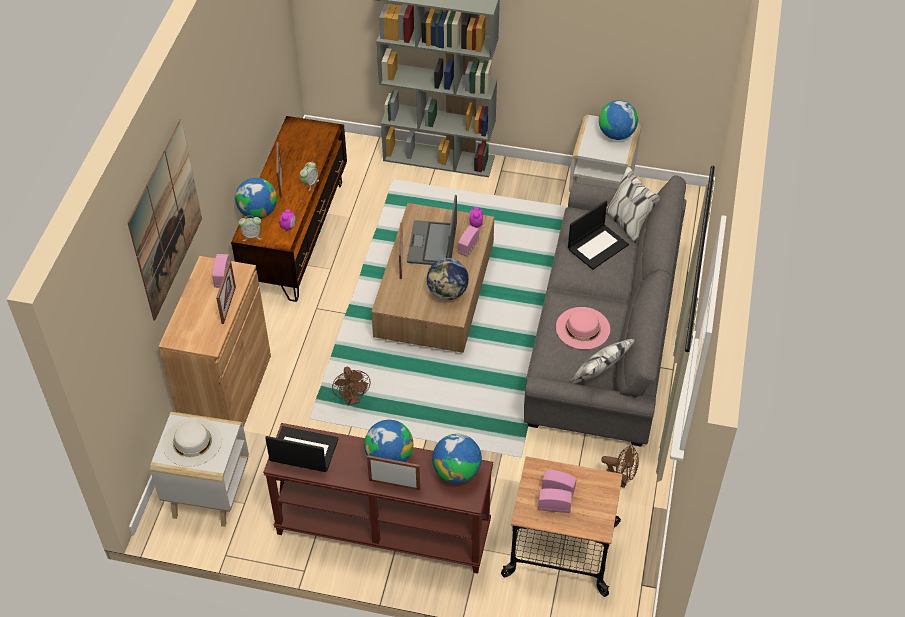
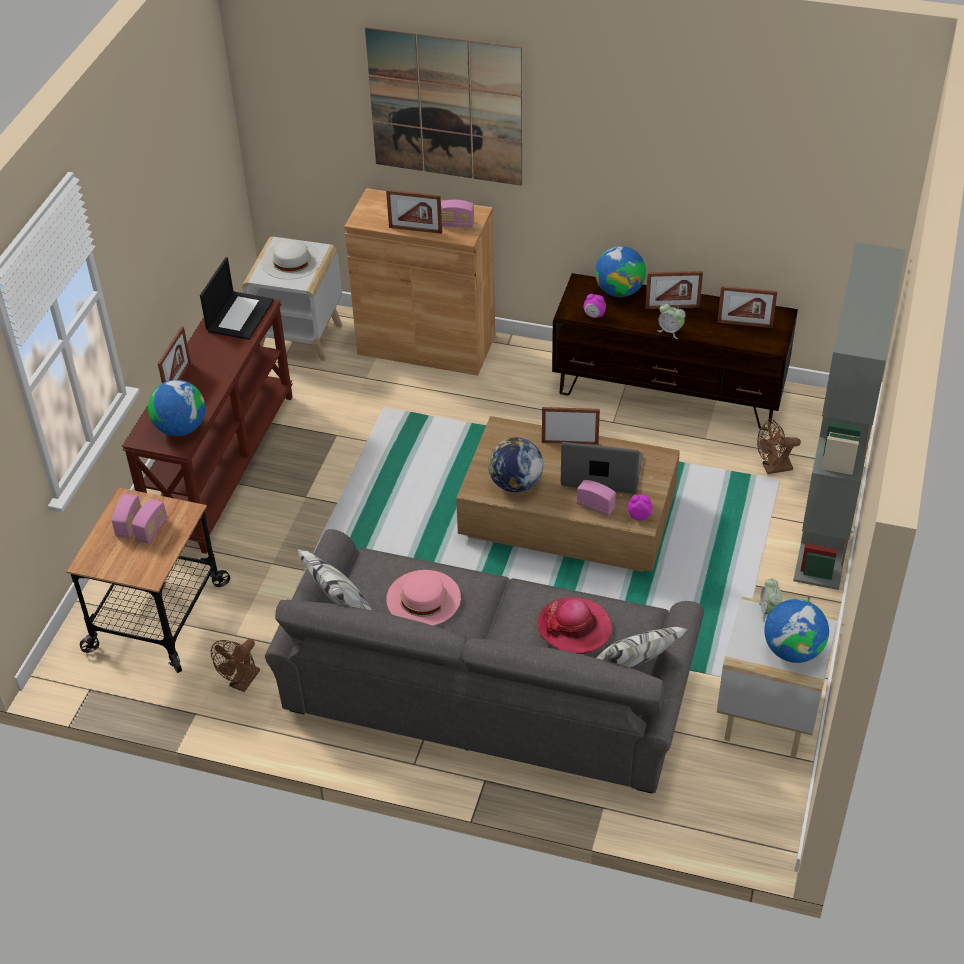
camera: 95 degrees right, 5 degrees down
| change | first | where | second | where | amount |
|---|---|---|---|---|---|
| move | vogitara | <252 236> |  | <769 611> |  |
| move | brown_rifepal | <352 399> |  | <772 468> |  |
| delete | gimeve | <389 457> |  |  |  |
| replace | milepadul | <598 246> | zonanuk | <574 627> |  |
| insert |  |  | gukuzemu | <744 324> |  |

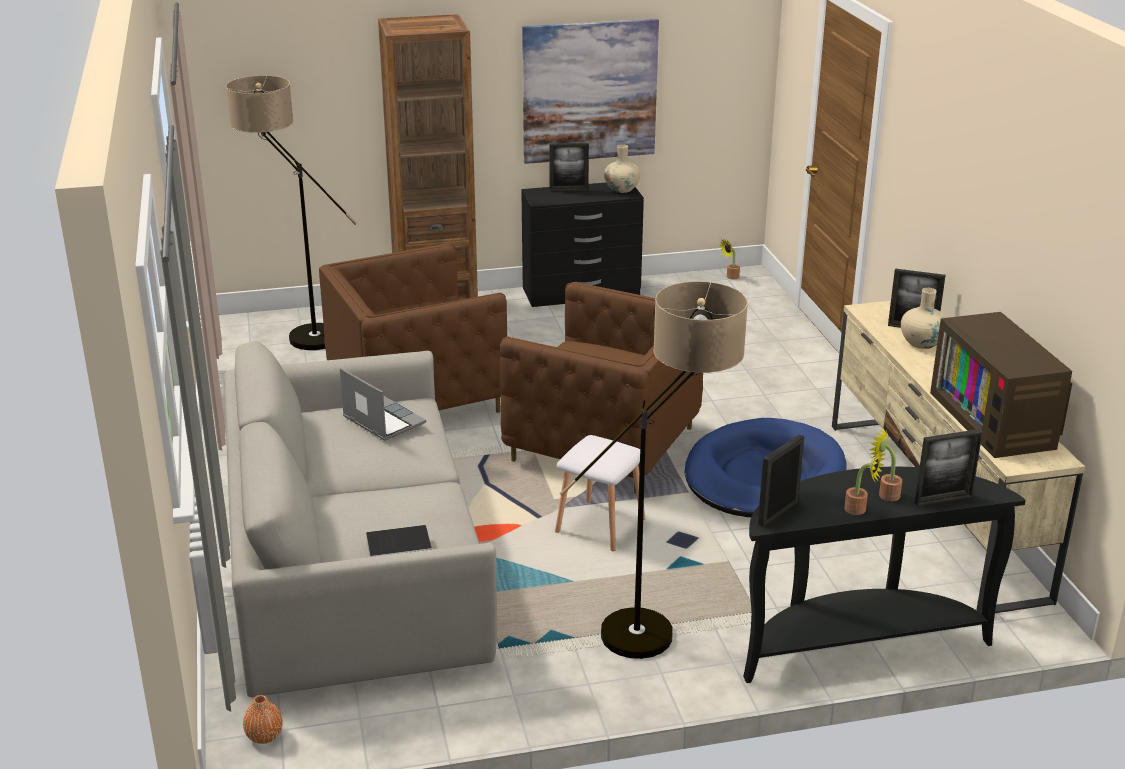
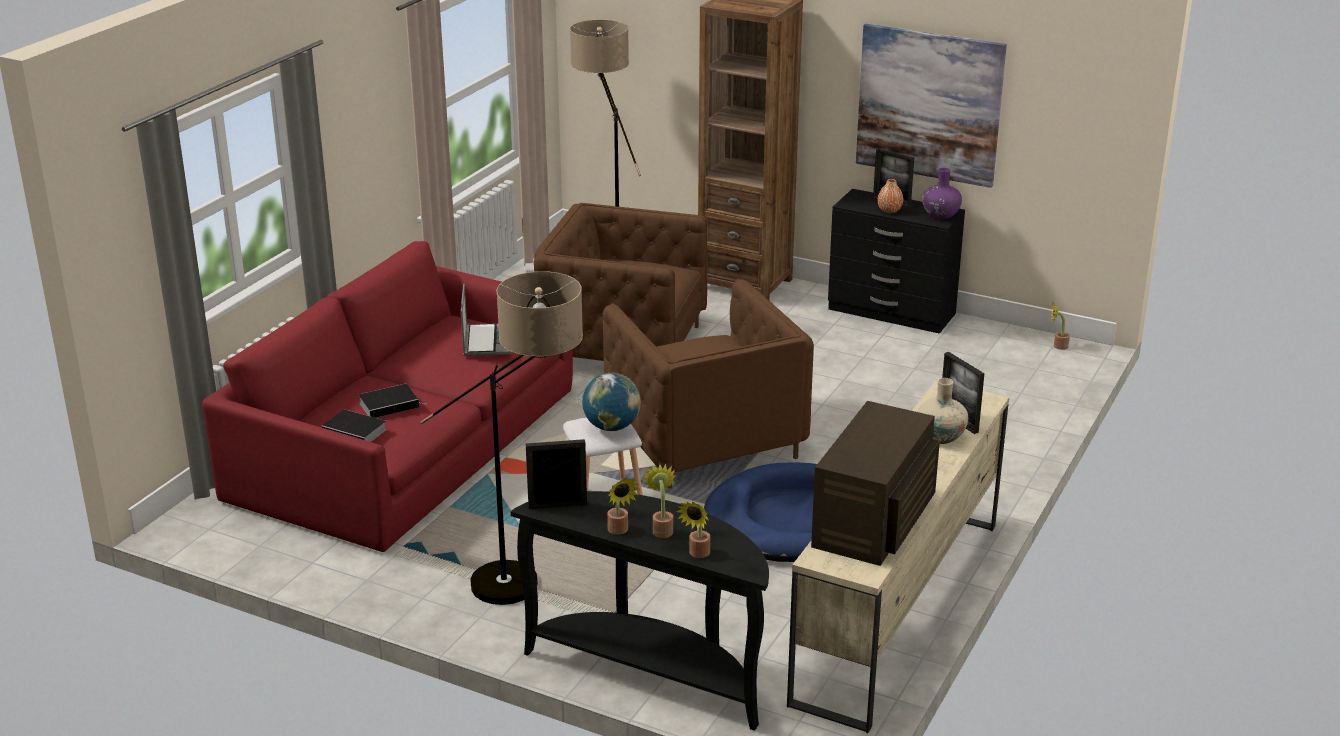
camera: 40 degrees right, 0 degrees up
| change | first | where | second | where | amount |
|---|---|---|---|---|---|
| recolor | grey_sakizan | <353 559> | red_sakizan | <405 444> |  |
| move | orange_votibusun | <264 736> |  | <889 210> |  |
| recolor | beige_votibusun | <621 189> | purple_votibusun | <940 215> |  |
| replace | gukuzemu | <943 500> | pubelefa | <697 554> |  |
| insert |  |  | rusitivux | <390 404> |  |
| insert |  |  | gimeve | <611 427> |  |

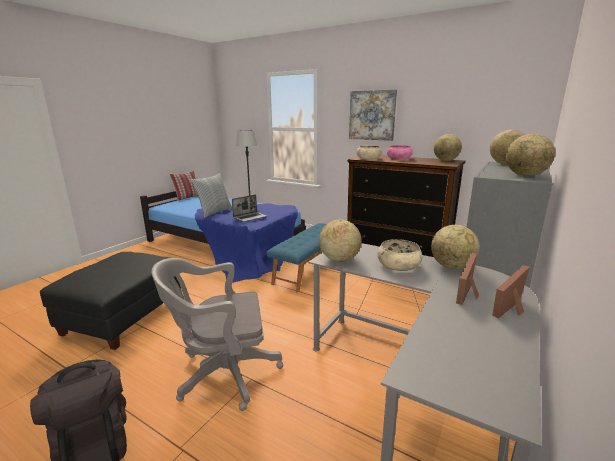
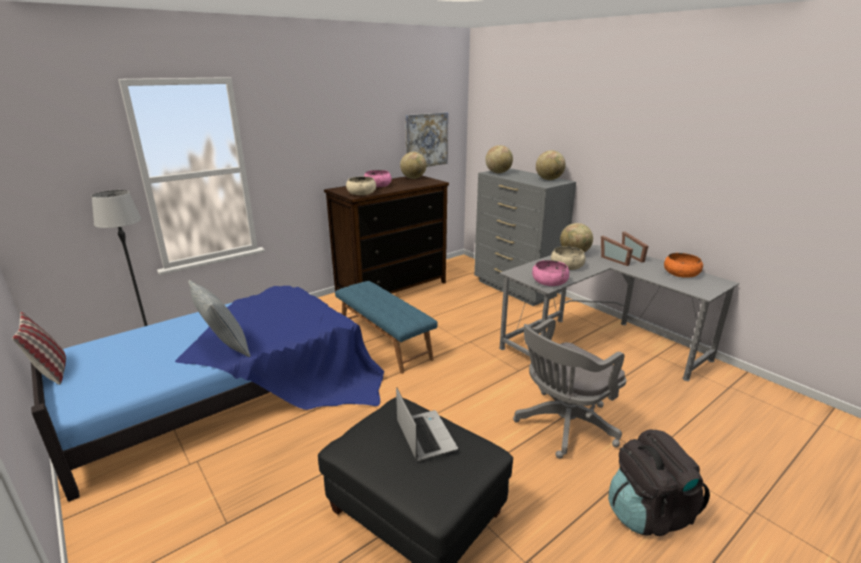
camera: 70 degrees left, 5 degrees up
| change | first | where | second | where | amount |
|---|---|---|---|---|---|
| rotate | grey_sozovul | <223 373> |  | <562 426> | 45 degrees clockwise |
| move | milepadul | <250 217> |  | <424 436> |  |
| replace | gimeve | <339 260> | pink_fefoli | <549 281> |  |
| move | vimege | <372 115> |  | <426 140> |  |
| insert |  |  | orange_fefoli | <681 273> |  |

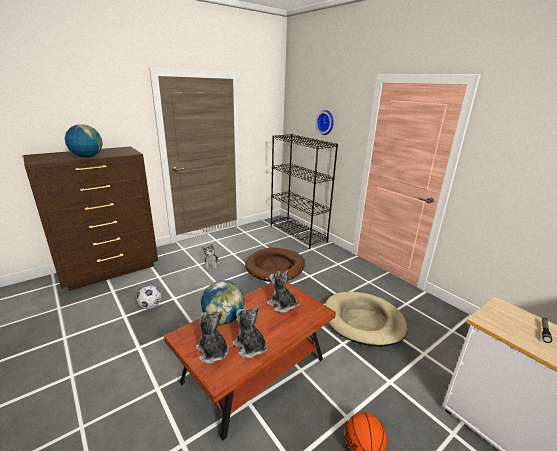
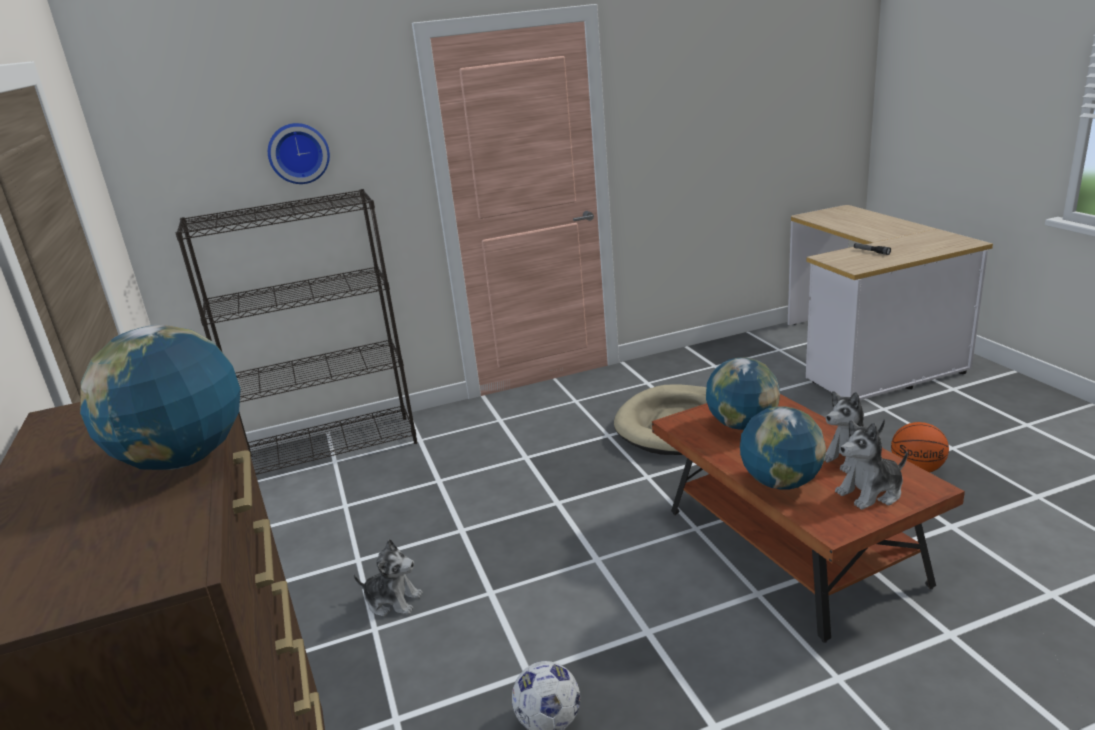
camera: 70 degrees left, 0 degrees up
| change | first | where | second | where | amount |
|---|---|---|---|---|---|
| delete | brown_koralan | <275 267> |  |  |  |
| replace | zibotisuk | <282 305> | gimeve | <742 425> |  |

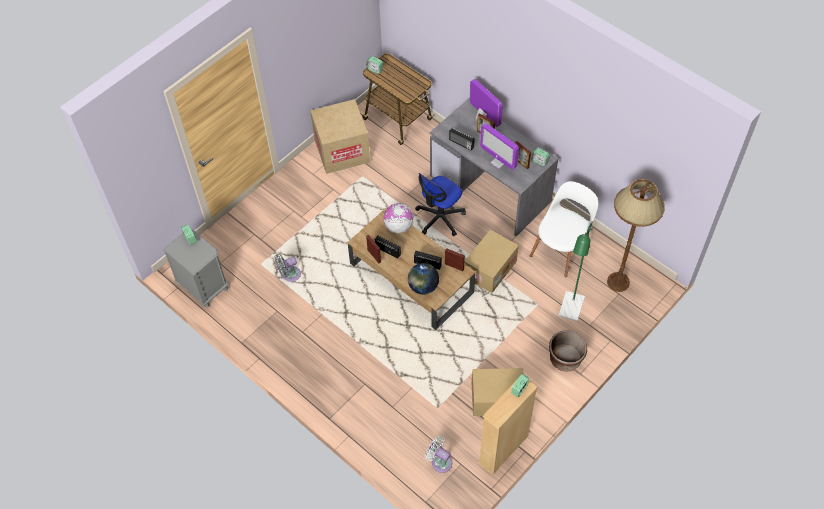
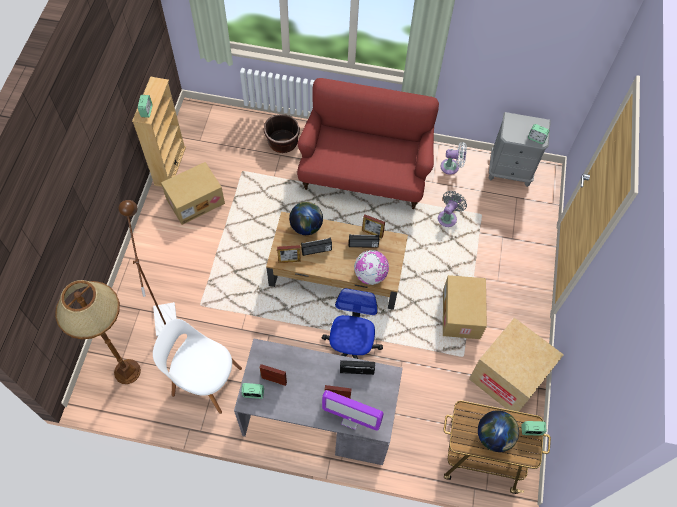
camera: 145 degrees right, 5 degrees up
| change | first | where | second | where | amount |
|---|---|---|---|---|---|
| move | white_rifepal | <440 461> |  | <452 167> |  |
| move | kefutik | <489 268> |  | <462 314> |  |
| delete | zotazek | <498 162> |  |  |  |
| rotate | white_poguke | <561 249> |  | <204 380> | 105 degrees clockwise |
| move | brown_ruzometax | <565 359> |  | <282 142> |  |
| recolor | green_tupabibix | <570 312> | brown_tupabibix | <164 313> |  |
| insert |  |  | red_sakizan | <364 174> |  |
| insert |  |  | gimeve | <494 436> |  |

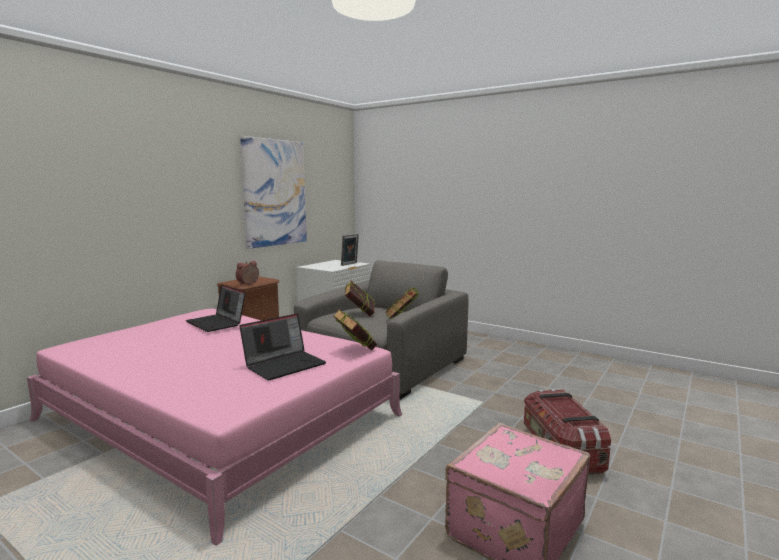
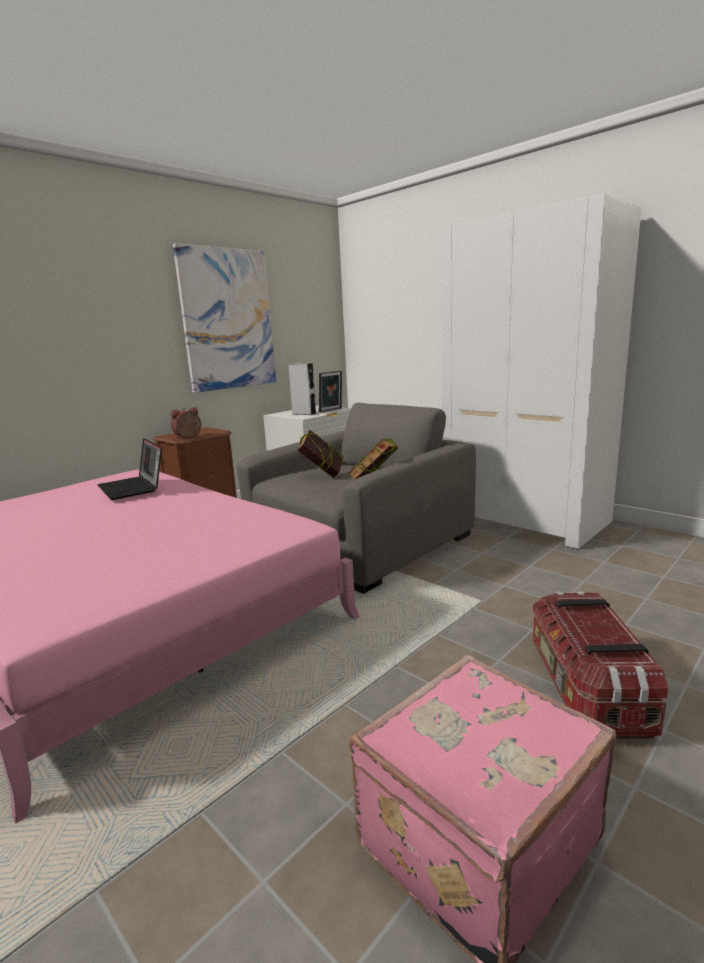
camera: 10 degrees right, 5 degrees up
| change | first | where | second | where | amount |
|---|---|---|---|---|---|
| delete | milepadul | <285 364> |  |  |  |
| delete | rusitivux | <355 350> |  |  |  |
| insert |  |  | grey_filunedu | <304 414> |  |
| insert |  |  | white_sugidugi | <525 519> |  |

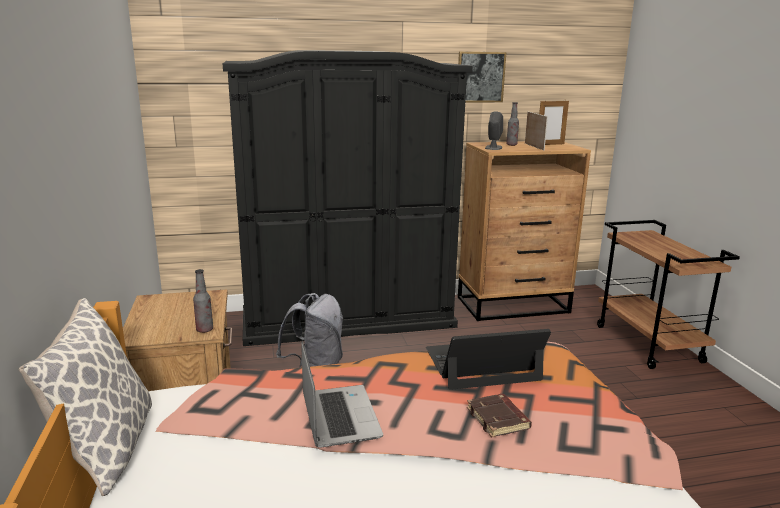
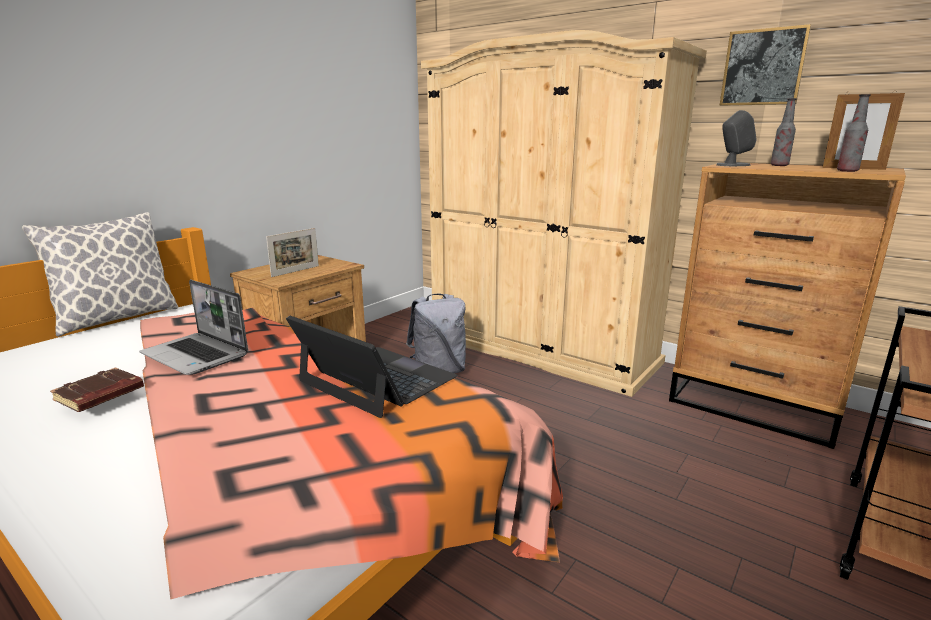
camera: 50 degrees right, 0 degrees up
| change | first | where | second | where | amount |
|---|---|---|---|---|---|
| move | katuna | <204 330> |  | <847 171> |  |
| recolor | black_sugidugi | <348 319> | beige_sugidugi | <539 348> |  |
| rotate | milepadul | <338 416> |  | <197 355> | 90 degrees clockwise |
| move | brown_rusitivux | <499 419> |  | <100 395> |  |
| move | gukuzemu | <534 146> |  | <295 271> |  |

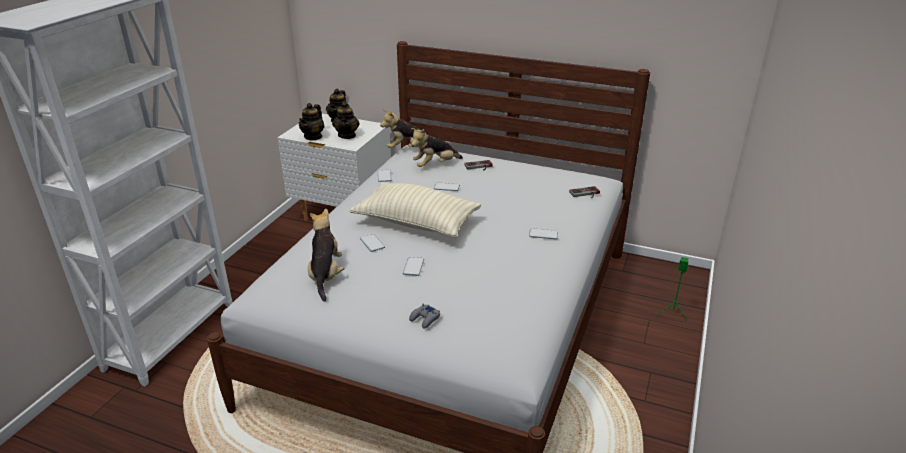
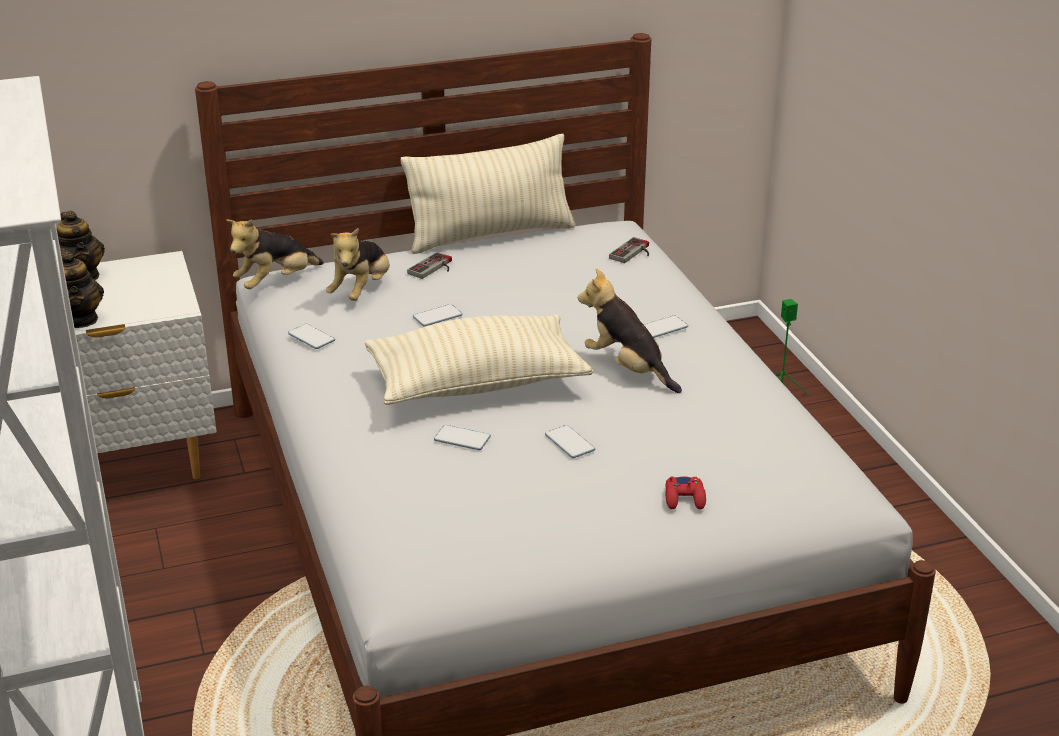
camera: 40 degrees left, 0 degrees up
| change | first | where | second | where | amount |
|---|---|---|---|---|---|
| move | zibotisuk | <326 276> |  | <627 369> |  |
| delete | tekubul | <347 135> |  |  |  |
| recolor | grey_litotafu | <425 319> | red_litotafu | <685 498> |  |
| insert |  |  | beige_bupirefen | <490 235> |  |

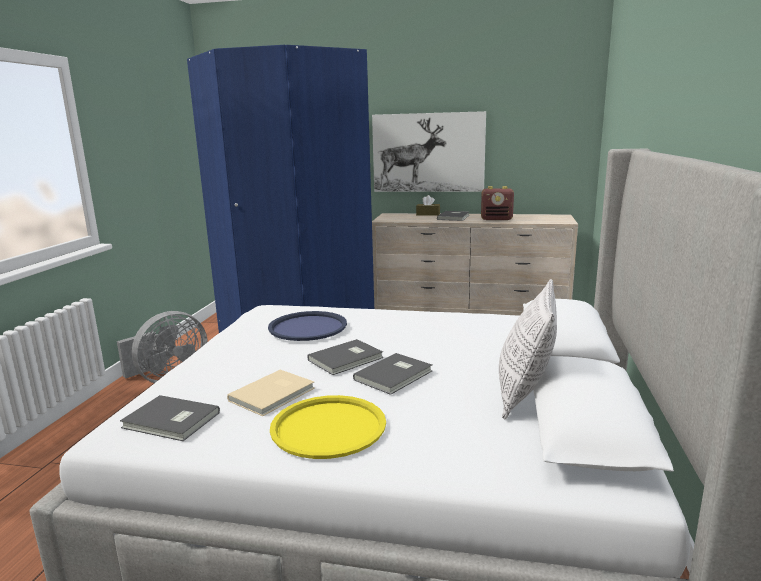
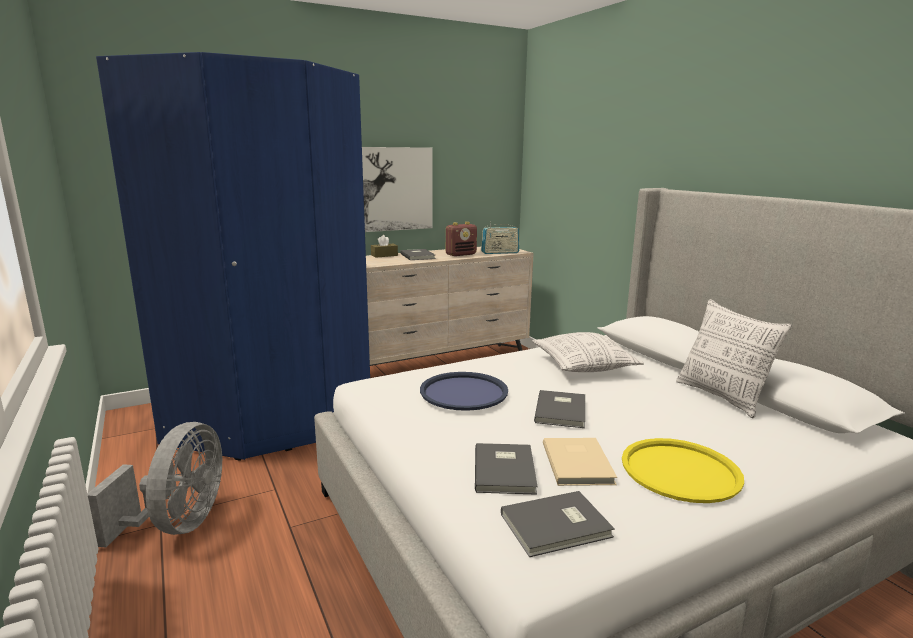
camera: 40 degrees left, 0 degrees up
| change | first | where | second | where | amount |
|---|---|---|---|---|---|
| move | grey_rusitivux | <395 375> |  | <506 470> |  |
| insert |  |  | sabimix | <500 252> |  |
| insert |  |  | bupirefen | <583 366> |  |

